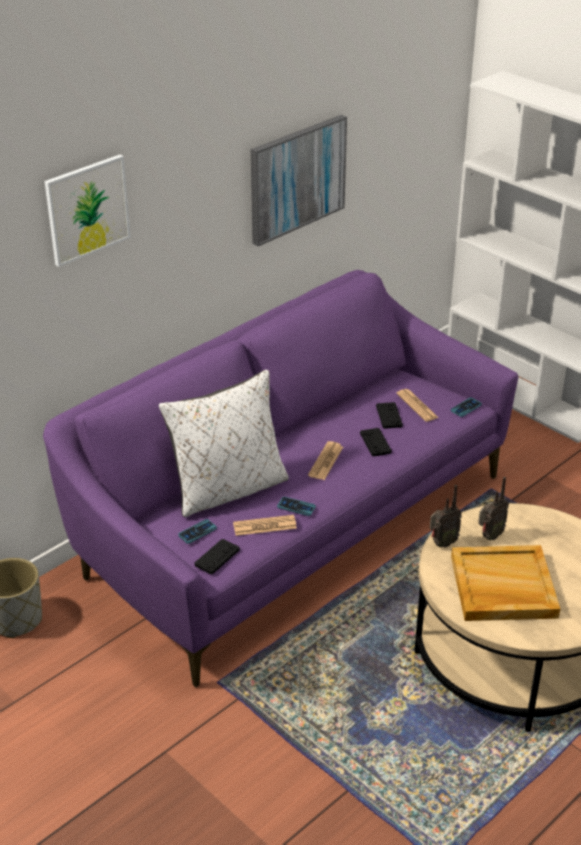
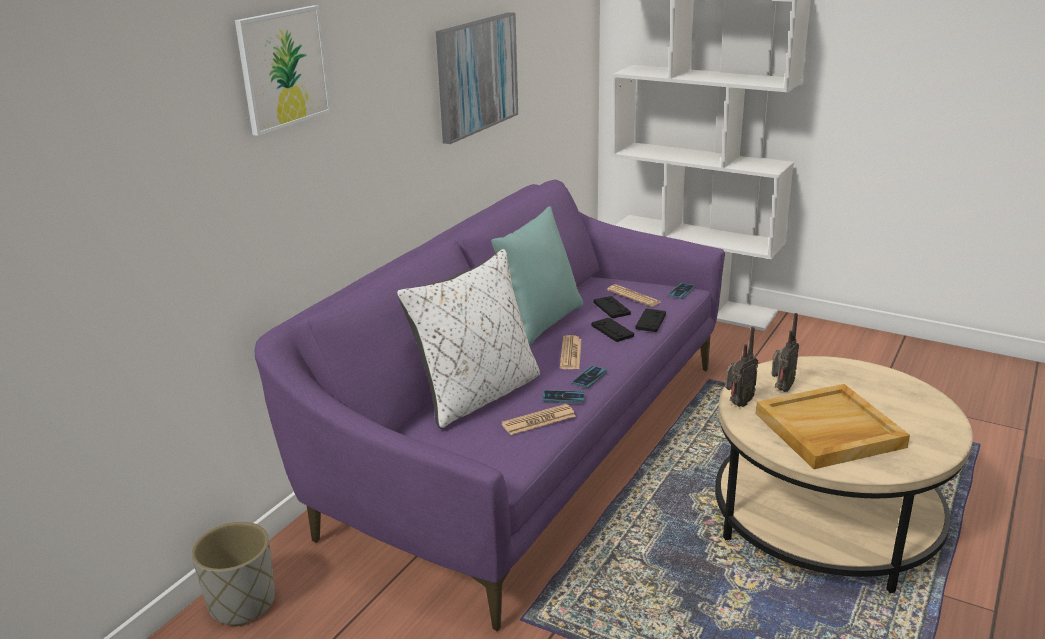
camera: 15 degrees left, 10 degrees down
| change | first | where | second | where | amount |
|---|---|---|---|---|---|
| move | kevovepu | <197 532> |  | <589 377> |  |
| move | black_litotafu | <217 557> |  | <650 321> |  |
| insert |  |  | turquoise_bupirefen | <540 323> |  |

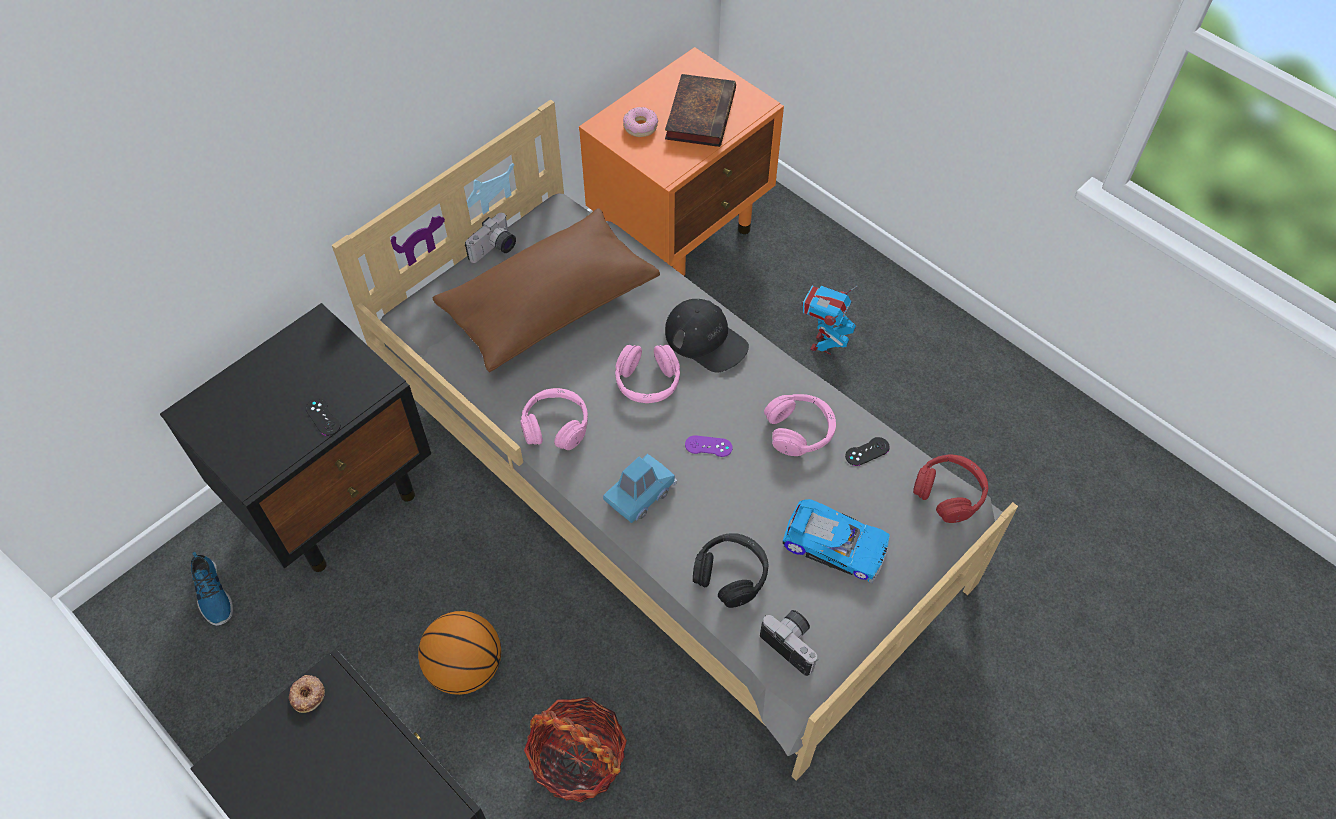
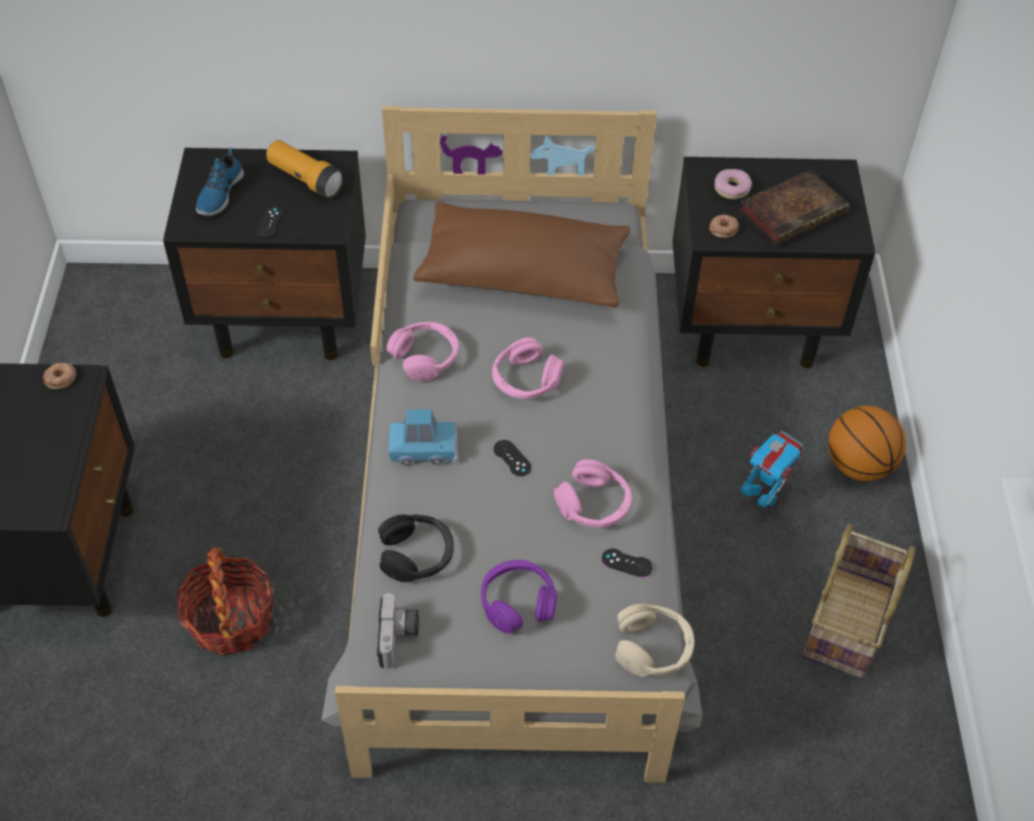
camera: 45 degrees right, 5 degrees down
| change | first | where | second | where | amount |
|---|---|---|---|---|---|
| move | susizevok | <211 594> |  | <219 193> |  |
| move | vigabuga | <465 667> |  | <859 465> |  |
| delete | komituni | <495 250> |  |  |  |
| recolor | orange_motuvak | <681 230> | black_motuvak | <752 325> |  |
| delete | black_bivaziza | <706 340> |  |  |  |
| recolor | purple_litotafu | <708 446> | black_litotafu | <512 458> |  |
| replace | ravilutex | <835 543> | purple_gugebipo | <517 602> |  |
| rotate | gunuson | <823 344> |  | <763 499> | 60 degrees clockwise |
| recolor | red_gugebipo | <949 493> | beige_gugebipo | <653 648> |  |
| insert |  |  | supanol | <306 179> |  |
| insert |  |  | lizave | <723 228> |  |
| insert |  |  | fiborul | <849 623> |  |

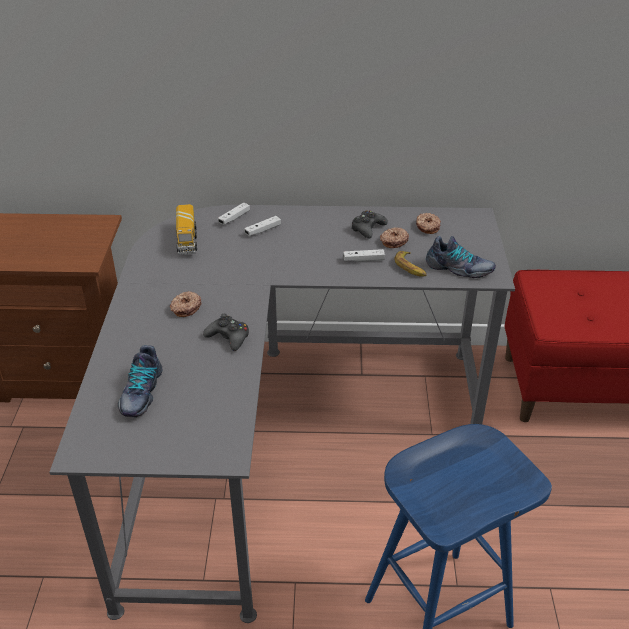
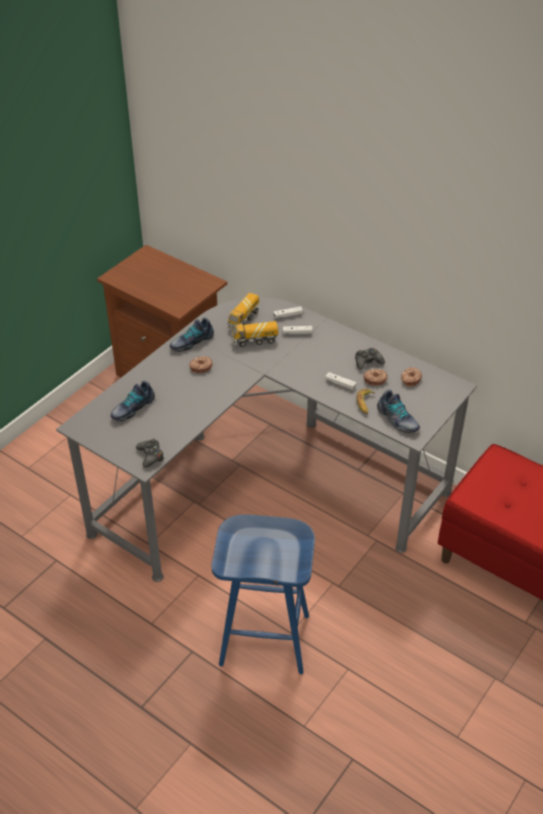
camera: 35 degrees right, 5 degrees up
| change | first | where | second | where | amount |
|---|---|---|---|---|---|
| move | black_litotafu | <228 337> |  | <150 456> |  |
| insert |  |  | susizevok | <191 341> |  |
| insert |  |  | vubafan | <254 341> |  |

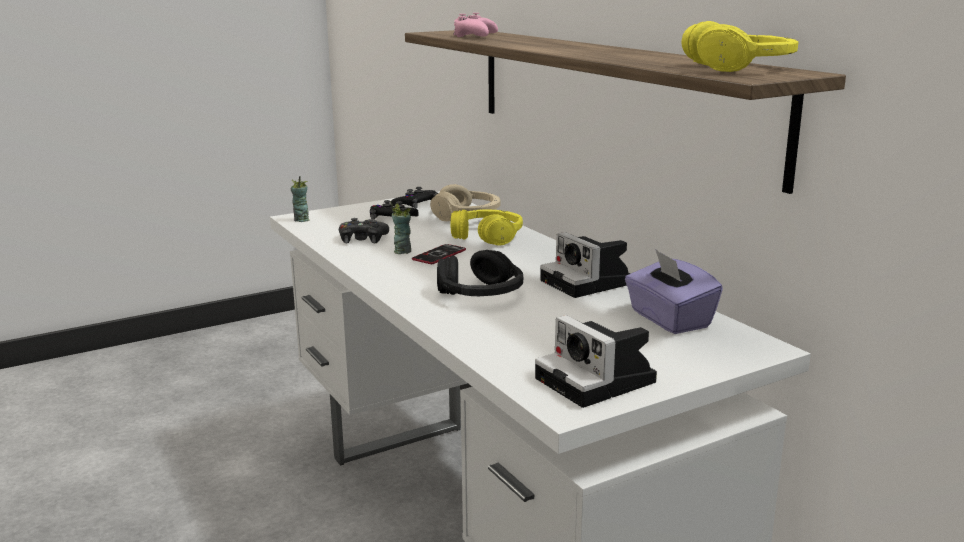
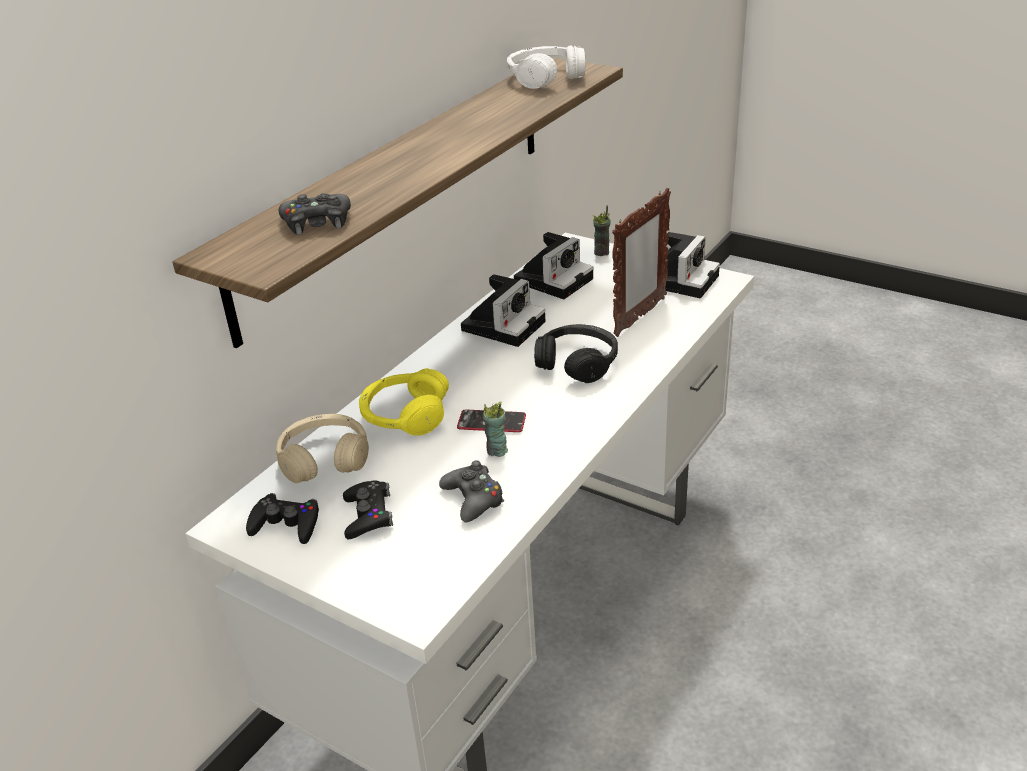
camera: 115 degrees left, 15 degrees up
| change | first | where | second | where | amount |
|---|---|---|---|---|---|
| move | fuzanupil | <301 220> |  | <602 252> |  |
| recolor | pink_litotafu | <475 36> | black_litotafu | <317 223> |  |
| replace | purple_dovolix | <669 319> | komituni | <554 279> |  |
| recolor | yellow_gugebipo | <739 68> | white_gugebipo | <545 78> |  |
| insert |  |  | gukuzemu | <639 317> |  |

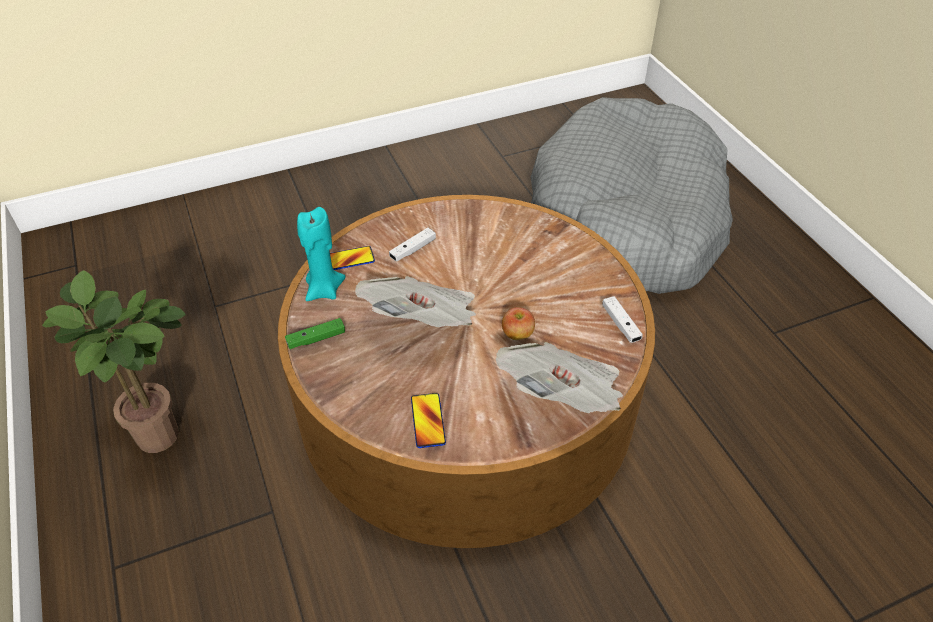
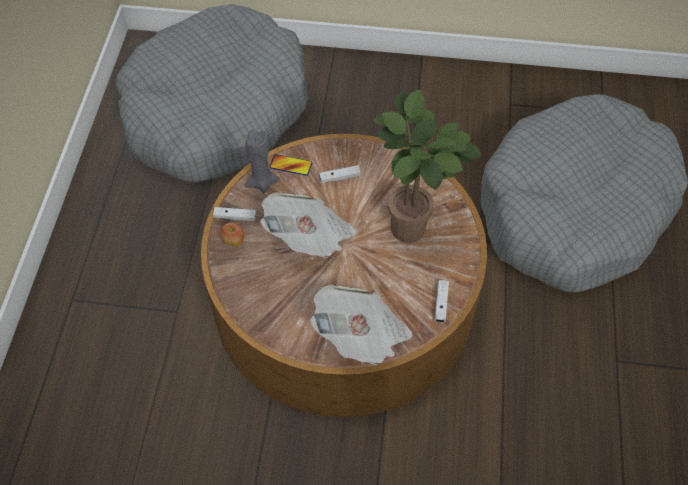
camera: 30 degrees right, 10 degrees up
| change | first | where | second | where | amount |
|---|---|---|---|---|---|
| move | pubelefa | <165 436> |  | <413 232> |  |
| recolor | green_litotafu | <316 339> | white_litotafu | <235 217> |  |
| recolor | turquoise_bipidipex | <324 290> | grey_bipidipex | <261 182> |  |
| delete | kevovepu | <428 421> |  |  |  |
| move | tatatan | <517 335> |  | <233 241> |  |
| insert |  |  | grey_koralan | <216 112> |  |

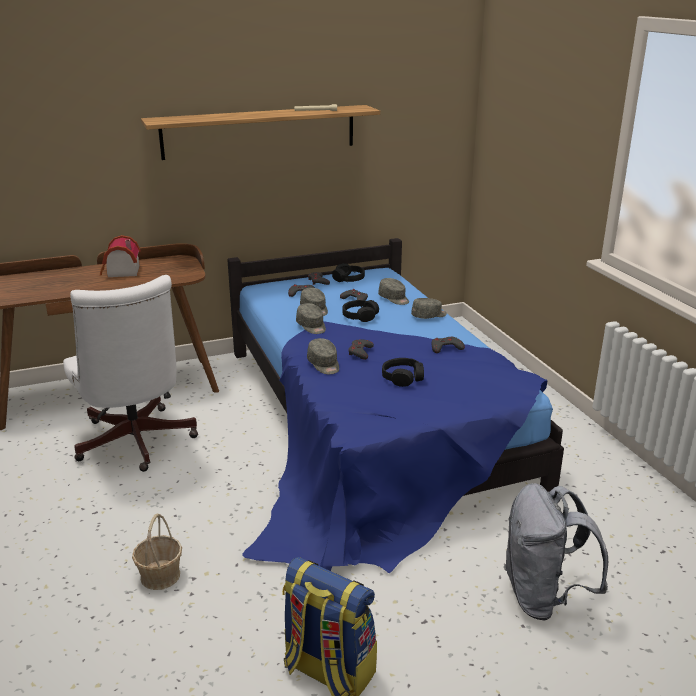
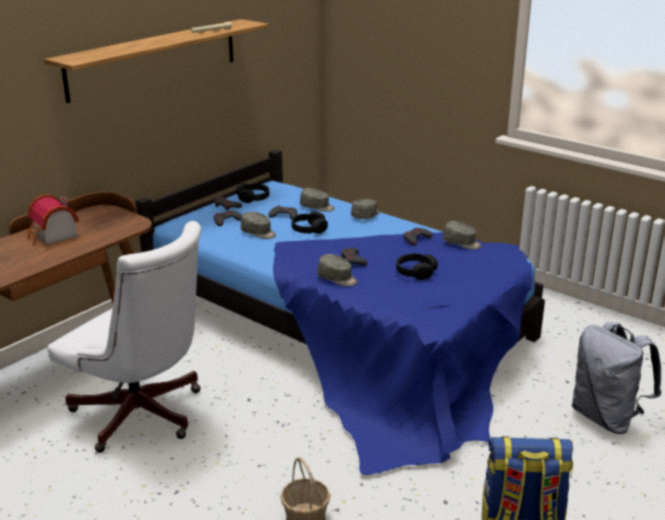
camera: 30 degrees left, 0 degrees up
| change | first | where | second | where | amount |
|---|---|---|---|---|---|
| move | grey_bivaziza | <311 326> |  | <462 243> |  |

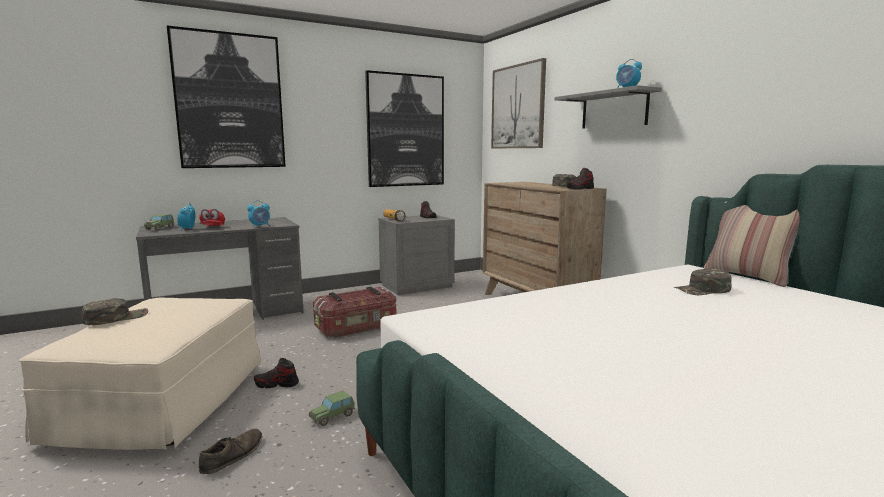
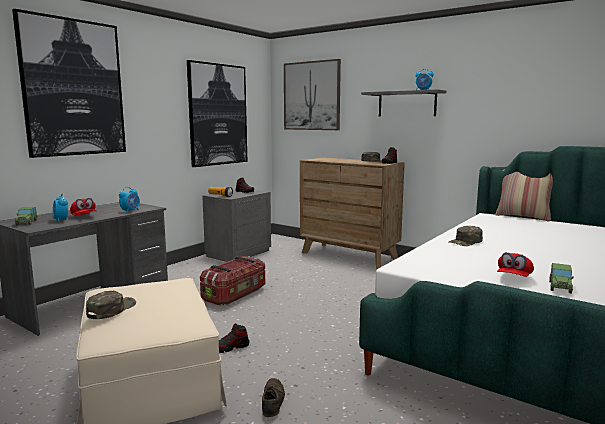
camera: 25 degrees left, 0 degrees up
| change | first | where | second | where | amount |
|---|---|---|---|---|---|
| move | ravilutex | <333 416> |  | <560 287> |  |
| move | green_bivaziza | <702 290> |  | <465 242> |  |
| insert |  |  | red_bivaziza | <514 278> |  |

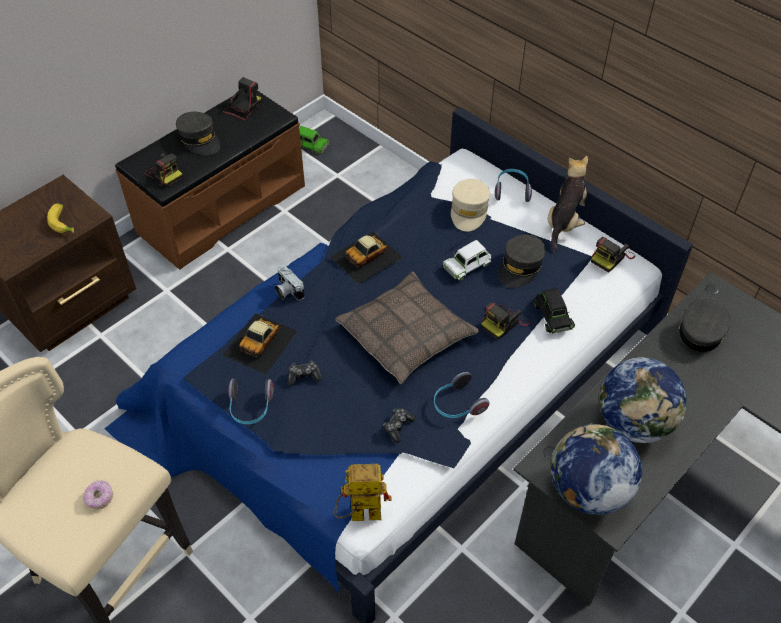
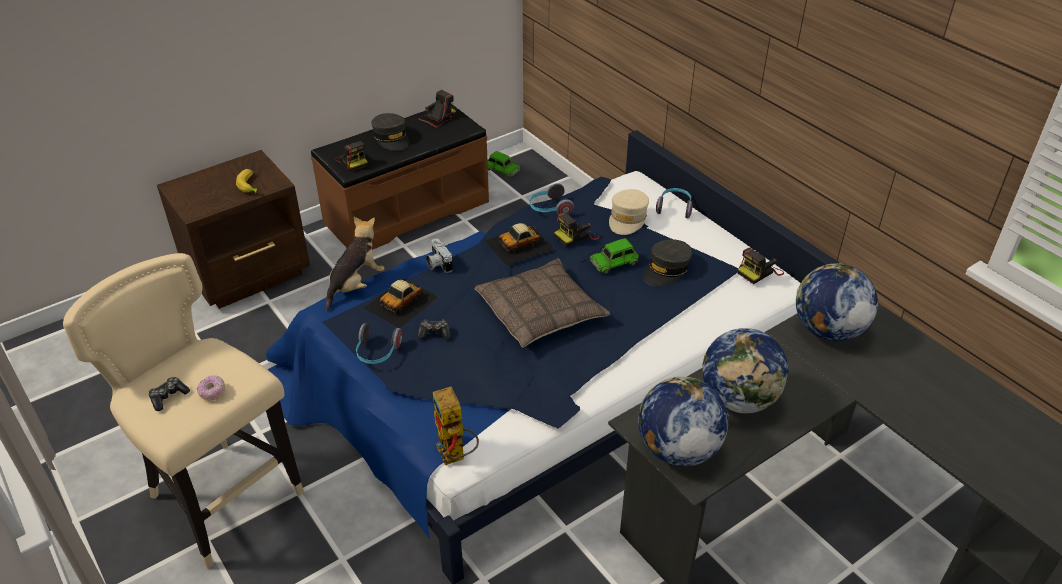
camera: 10 degrees right, 10 degrees down
| change | first | where | second | where | amount |
|---|---|---|---|---|---|
| rotate | gunuson | <358 515> |  | <455 456> | 120 degrees counterclockwise |
| move | litotafu | <398 427> |  | <168 397> |  |
| move | gugebipo | <457 404> |  | <549 208> |  |
| recolor | white_ravilutex | <467 264> | green_ravilutex | <614 261> |  |
| move | komituni | <504 322> |  | <576 236> |  |
| delete | black_ravilutex | <552 315> |  |  |  |
| move | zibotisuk | <564 222> |  | <356 285> |  |
| replace | grey_bivaziza | <701 330> | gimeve | <827 330> |  |

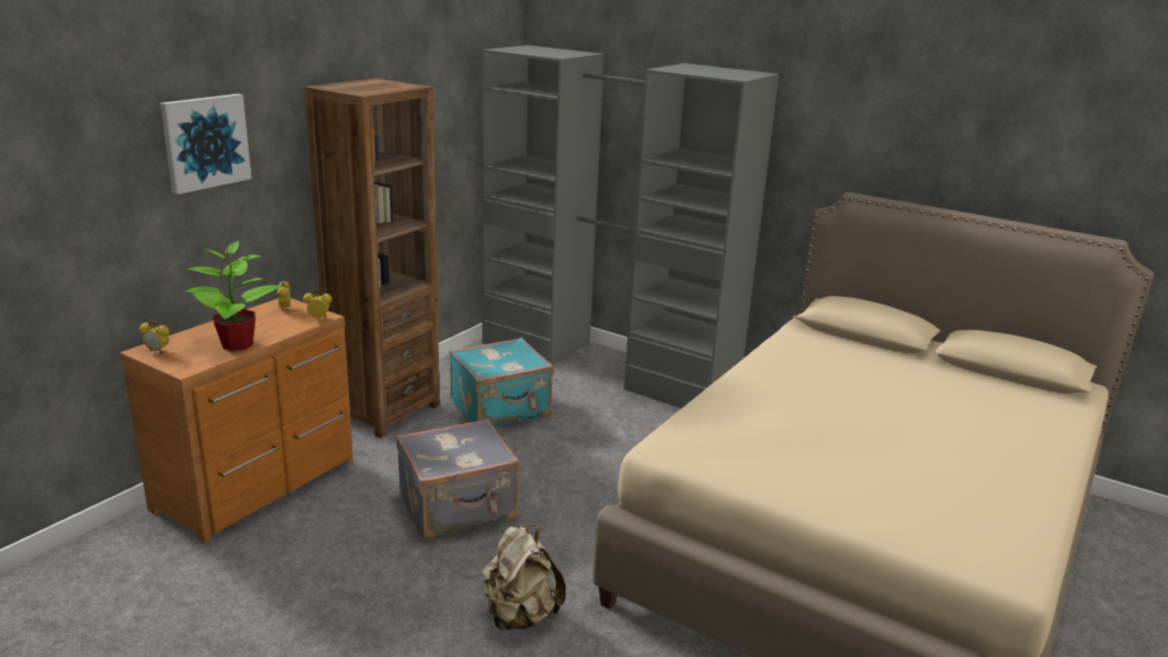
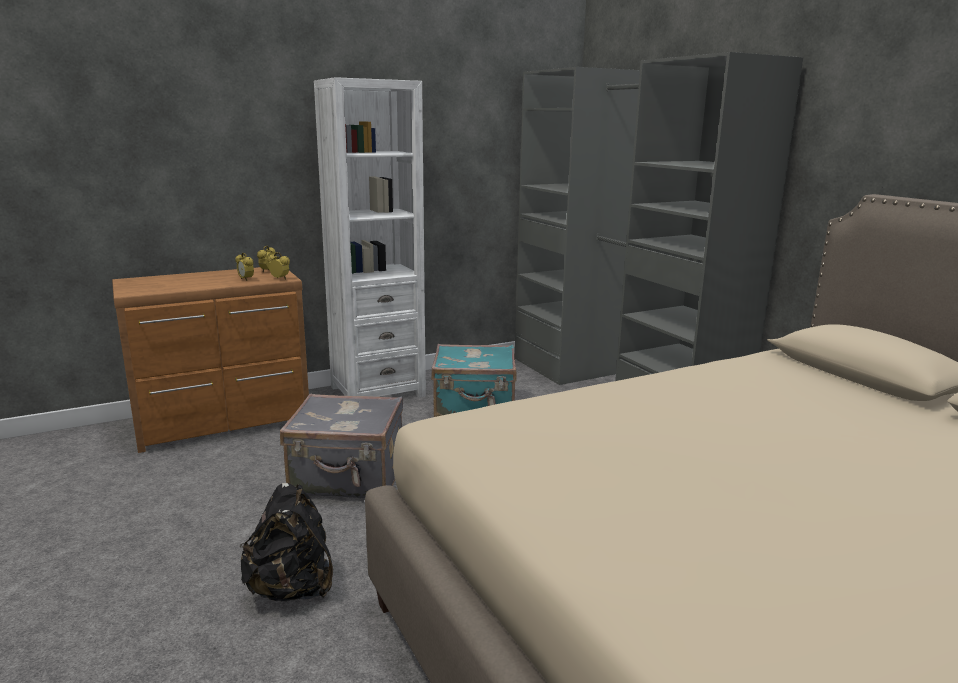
camera: 30 degrees right, 5 degrees down
| change | first | where | second | where | amount |
|---|---|---|---|---|---|
| move | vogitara | <157 351> |  | <246 279> |  |
| delete | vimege | <205 142> |  |  |  |
| delete | pubelefa | <236 344> |  |  |  |
| recolor | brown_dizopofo | <385 411> | white_dizopofo | <377 391> |  |
| recolor | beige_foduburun | <520 616> | black_foduburun | <292 588> |  |

